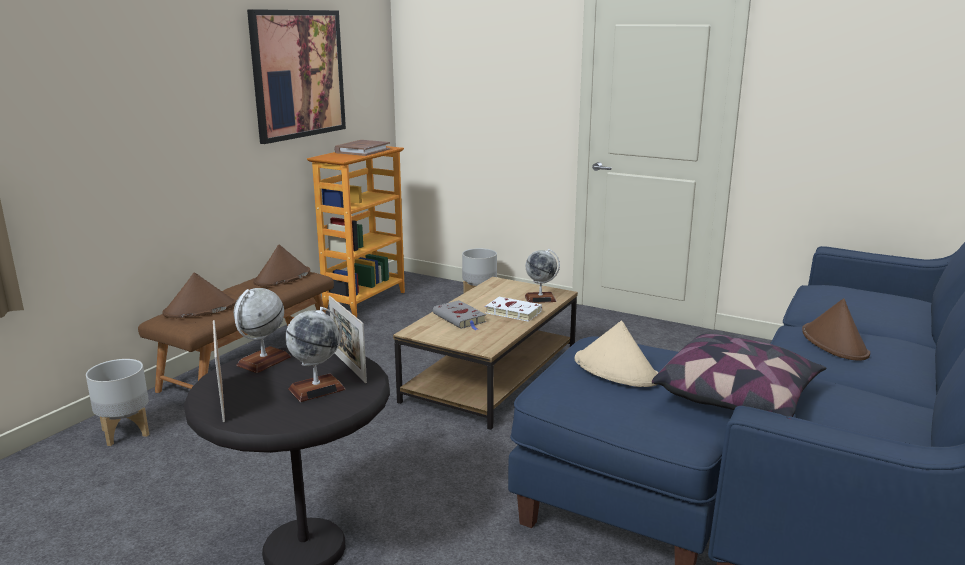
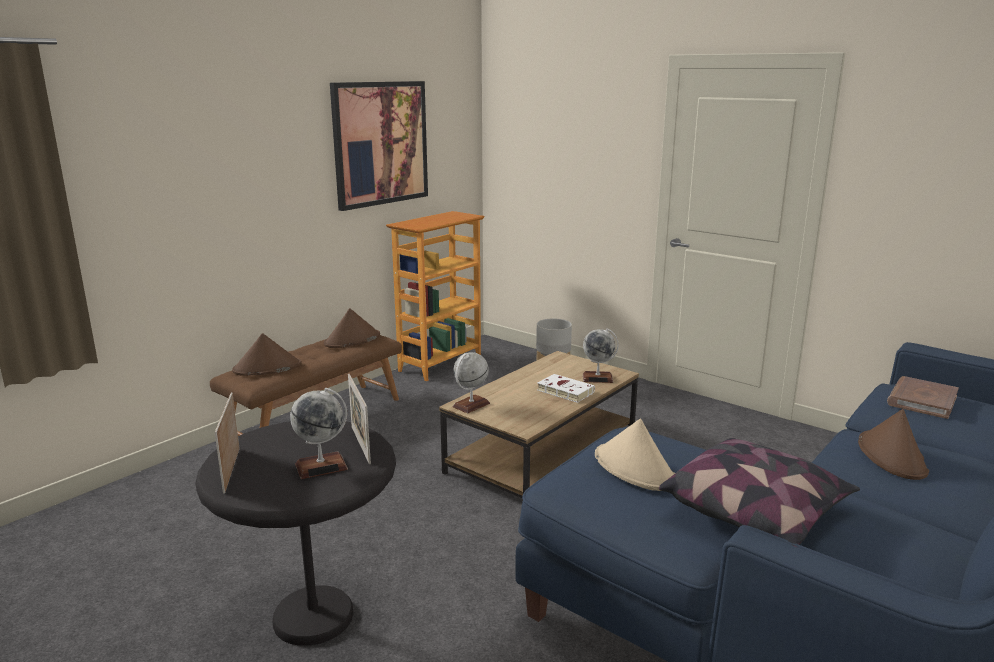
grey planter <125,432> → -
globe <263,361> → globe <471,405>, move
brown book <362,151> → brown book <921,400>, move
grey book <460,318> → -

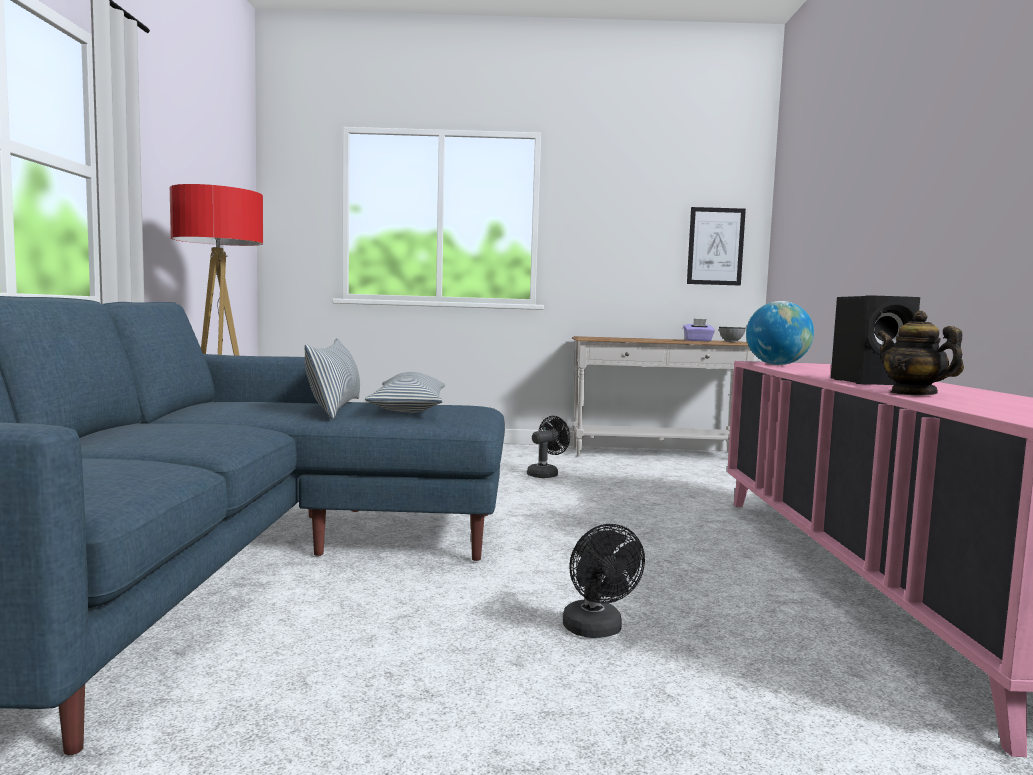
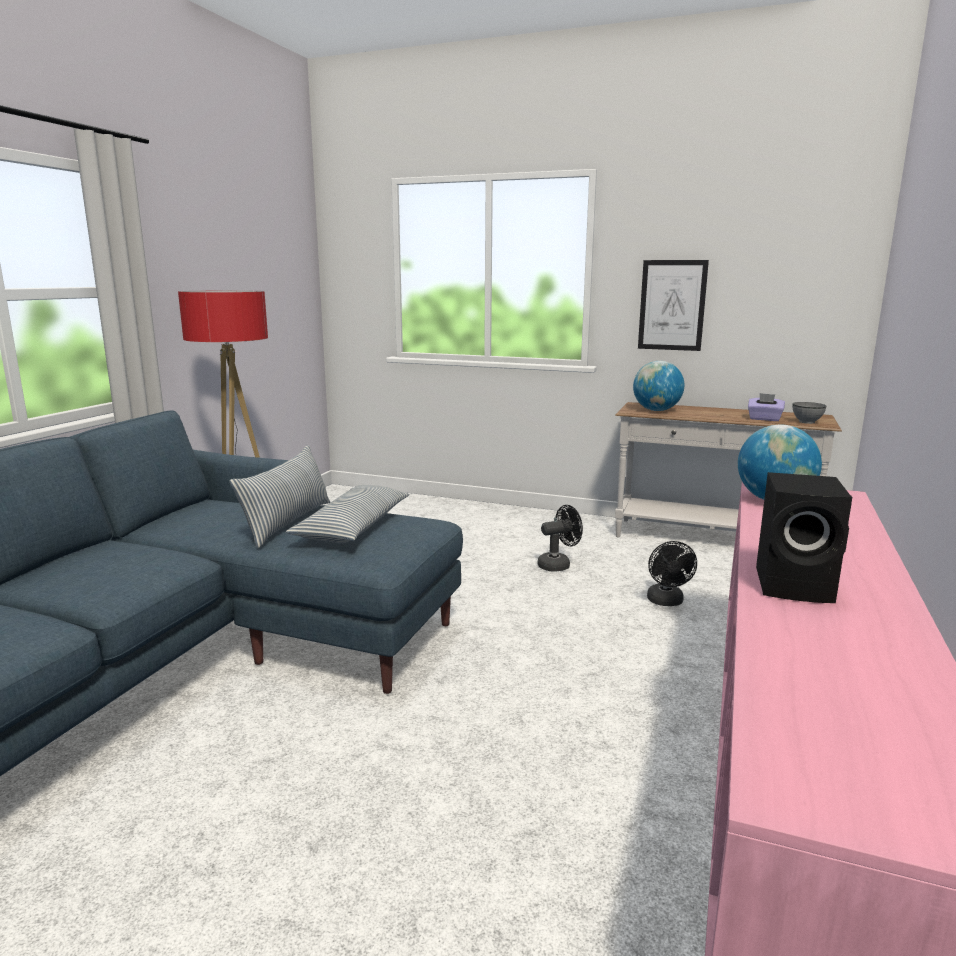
black fan <596,631> → black fan <666,602>, move
picture <715,246> → picture <672,305>, move
teapot <913,393> → -
- → globe <656,410>

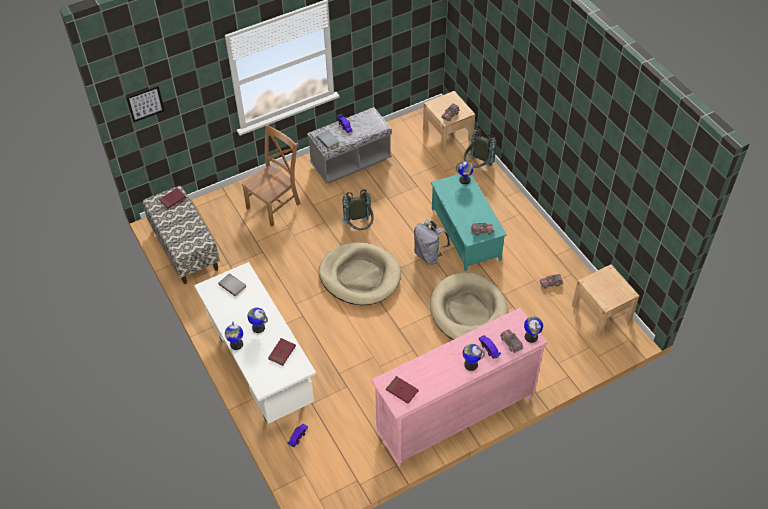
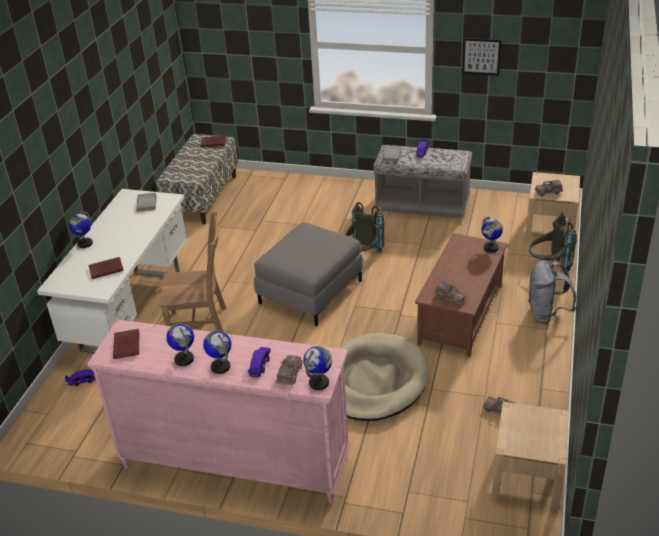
picture <145,103> → picture <481,56>, move
brown chair <275,204> → brown chair <201,325>, move
globe <258,327> → globe <184,359>, move
beige dog bed <360,276> → grey ottoman <310,292>
grey backpack <429,255> → grey backpack <547,314>, move
turquoise coffee table <465,234> → brown coffee table <460,314>

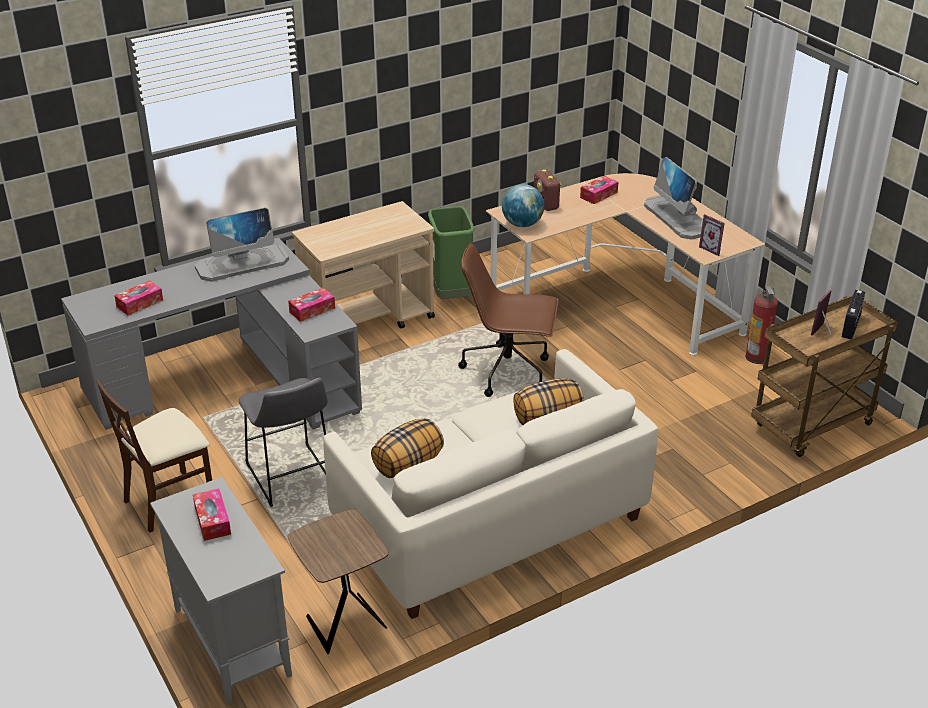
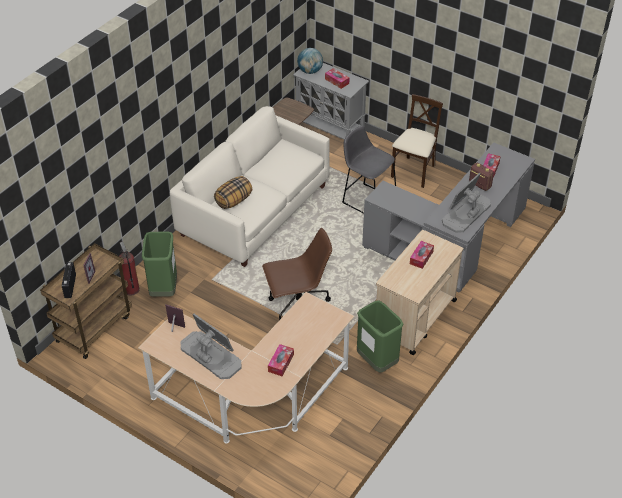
tissue box <312,310> → tissue box <421,257>, move
pillow <408,465> → -
globe <522,224> → globe <310,71>, move
radio <546,204> → radio <479,185>, move
fire extinguisher <757,357> → fire extinguisher <131,289>, move
- → green trash can <164,290>

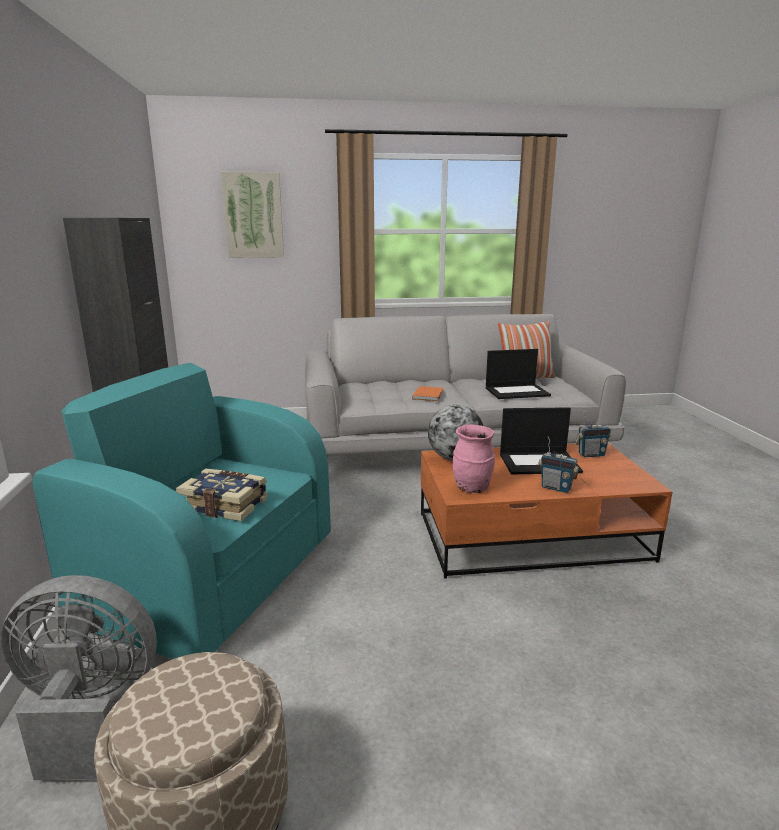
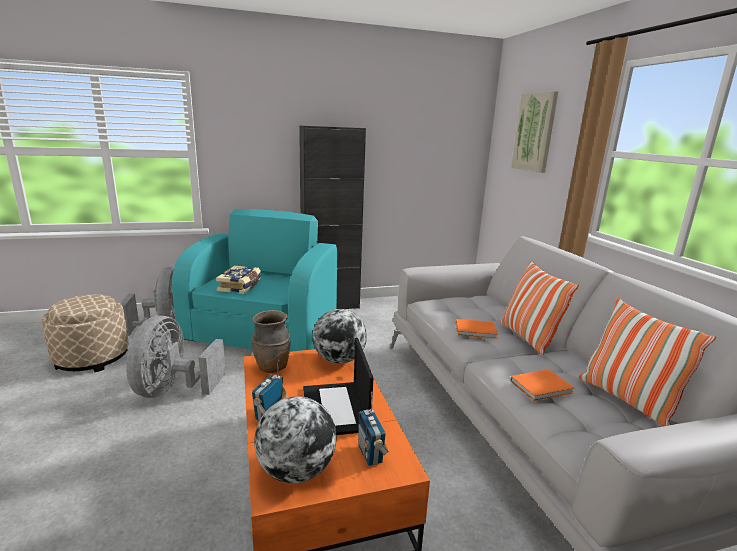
pink vase <472,488> → brown vase <272,367>
laptop <517,391> → orange book <543,387>
- → grey fan <173,390>
- → globe <296,471>
- → pillow <527,337>

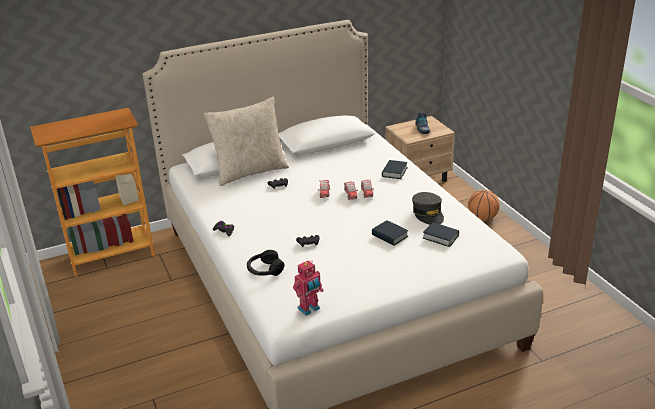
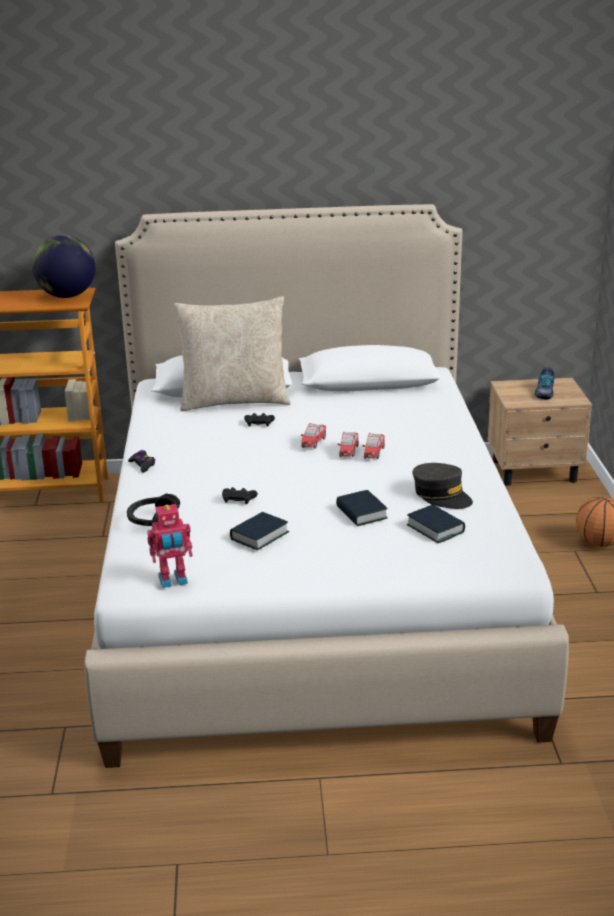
book <394,172> → book <259,536>, move
grey cap <428,214> → grey cap <441,495>, 45 degrees counterclockwise
- → globe <67,296>

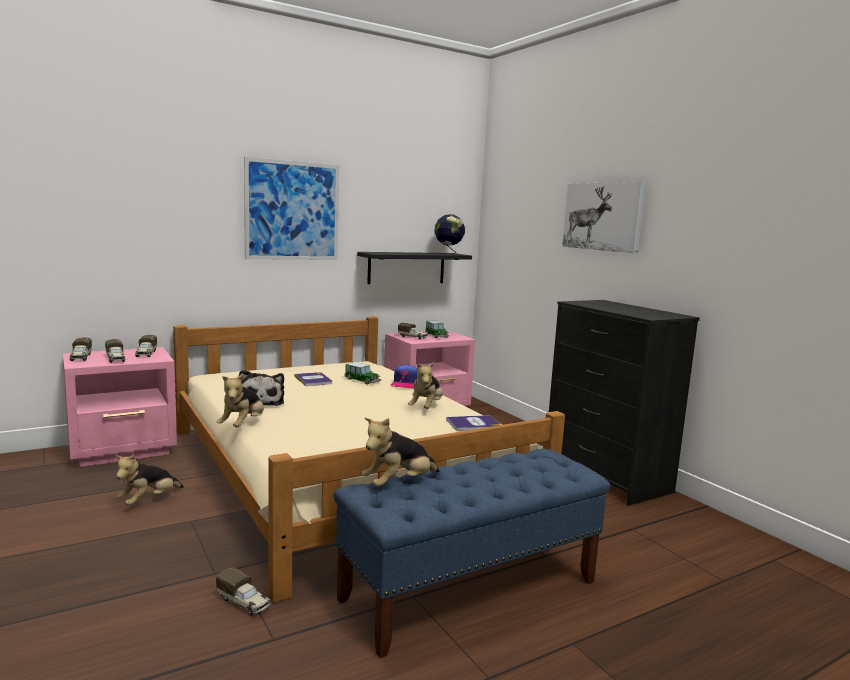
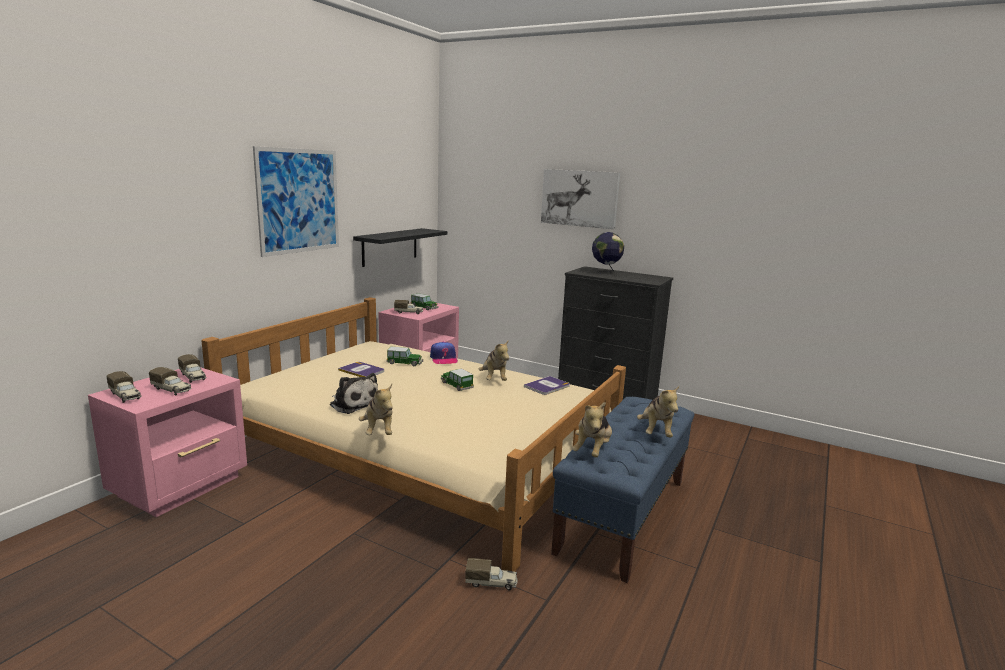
plush toy <149,500> → plush toy <655,432>, move
globe <448,254> → globe <605,272>, move
- → toy car <456,385>

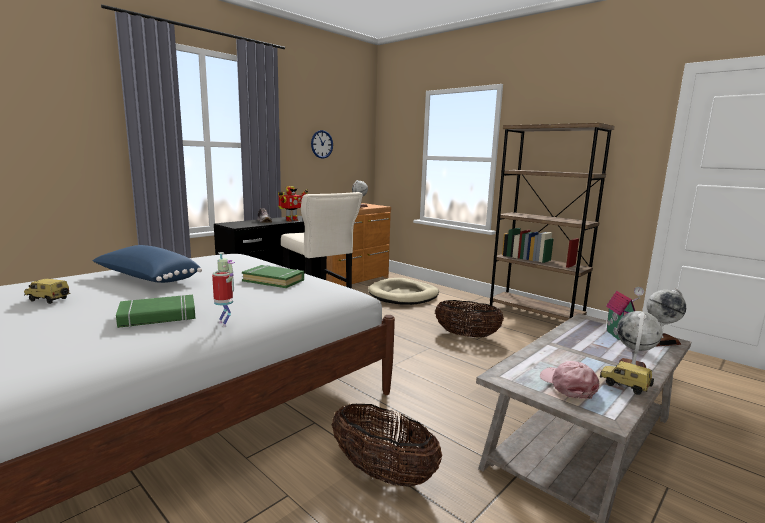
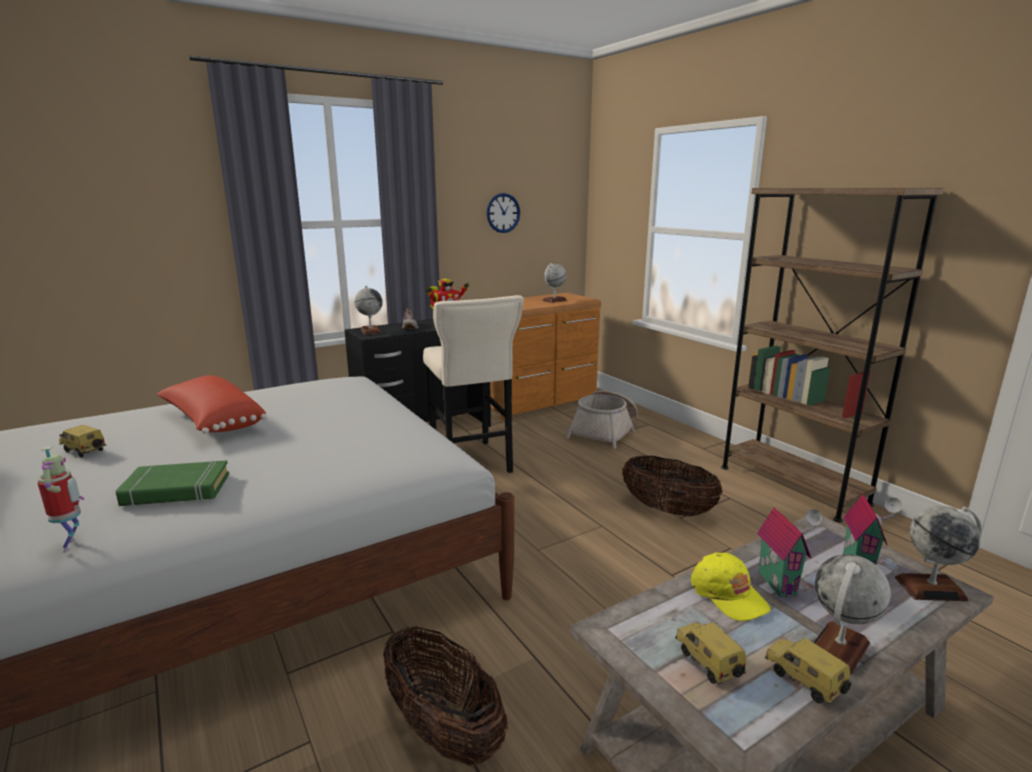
blue pillow <147,279> → red pillow <212,421>
toy robot <225,324> → toy robot <73,545>, move
green book <274,280> → -
beige dog bed <403,295> → basket <604,431>
pink cap <568,385> → toy car <706,663>
- → globe <370,331>
- → yellow cap <728,594>
- → toy house <780,583>

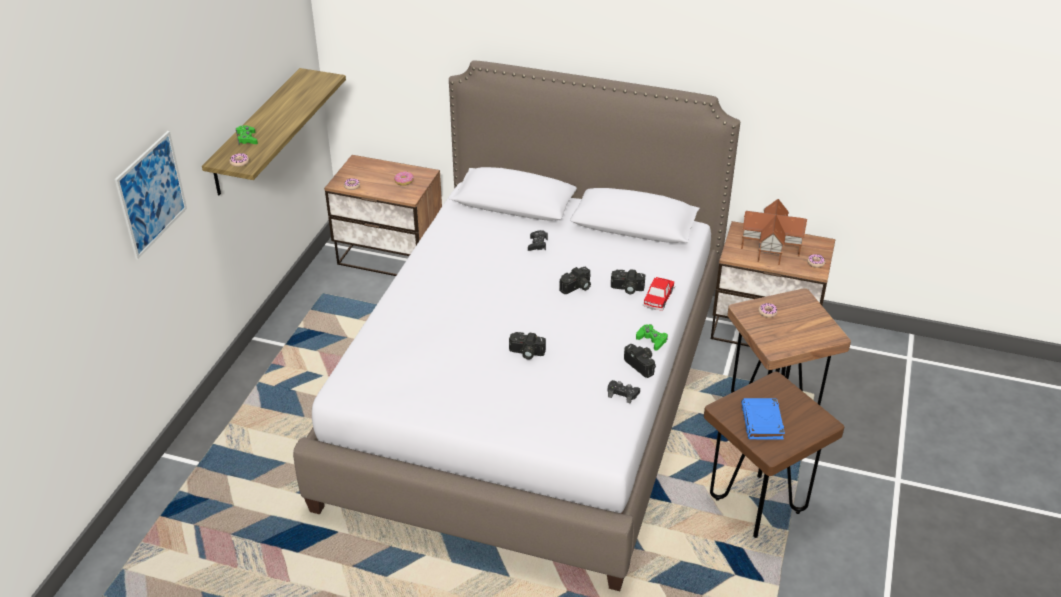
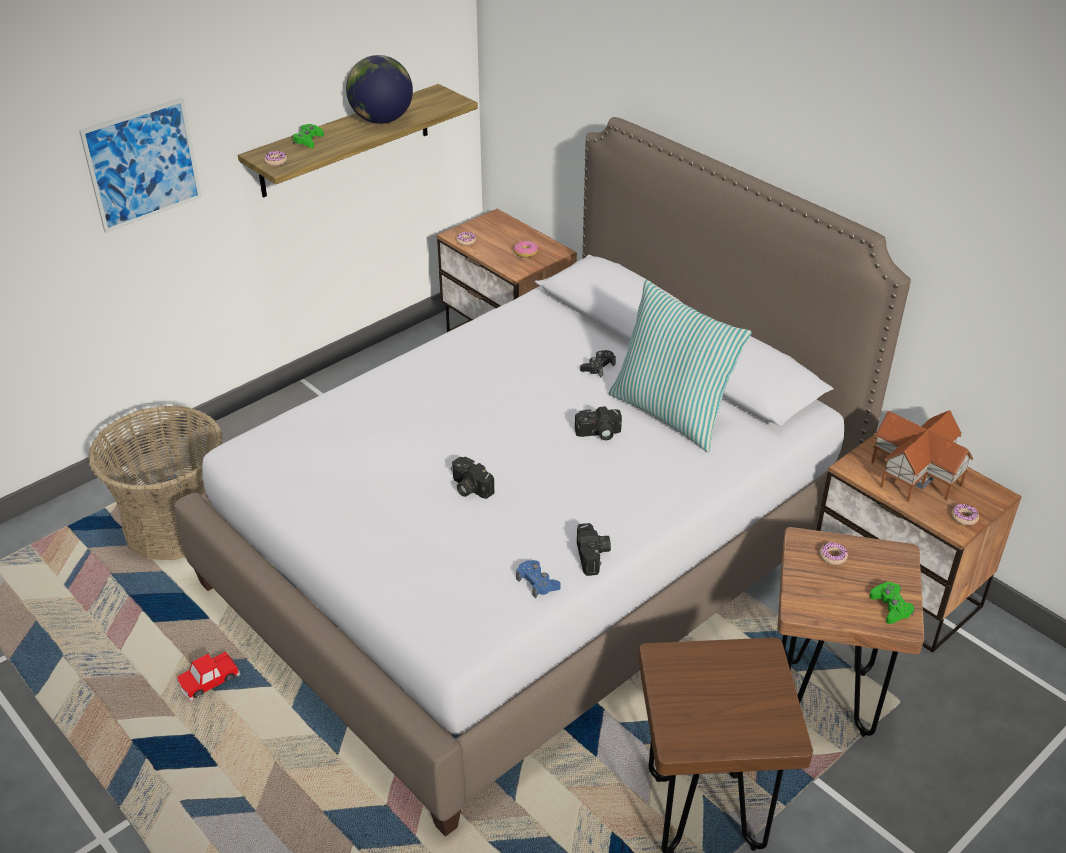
black game controller <623,394> → blue game controller <537,583>
photo camera <627,289> → -
green game controller <652,340> → green game controller <891,607>, move
toy car <658,298> → toy car <209,681>, move
blue book <762,422> → -
- → basket <176,525>
- → globe <381,120>
- → pillow <672,413>

